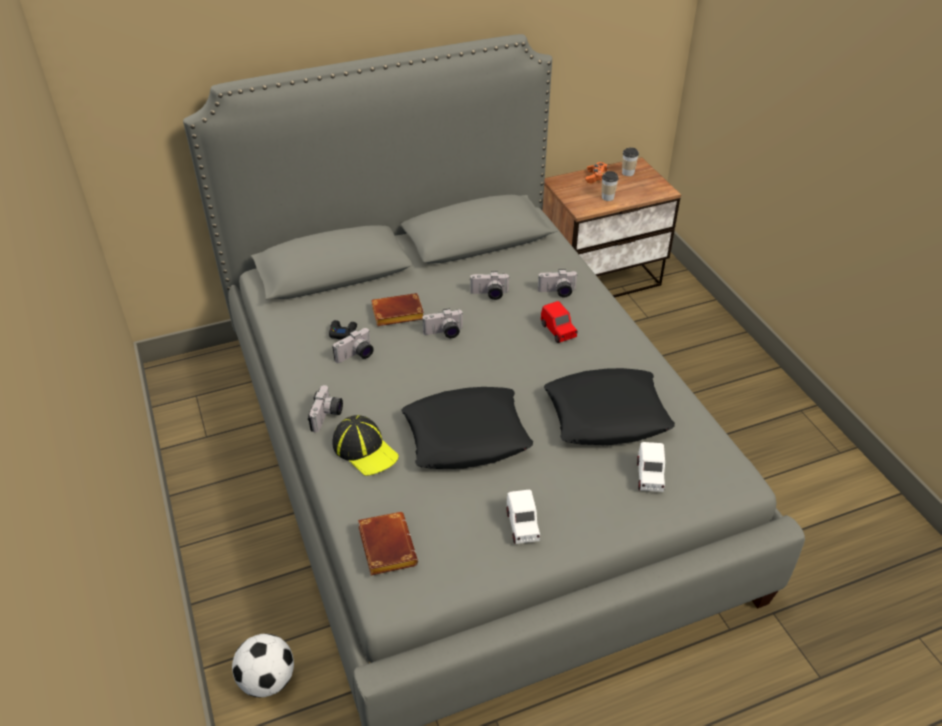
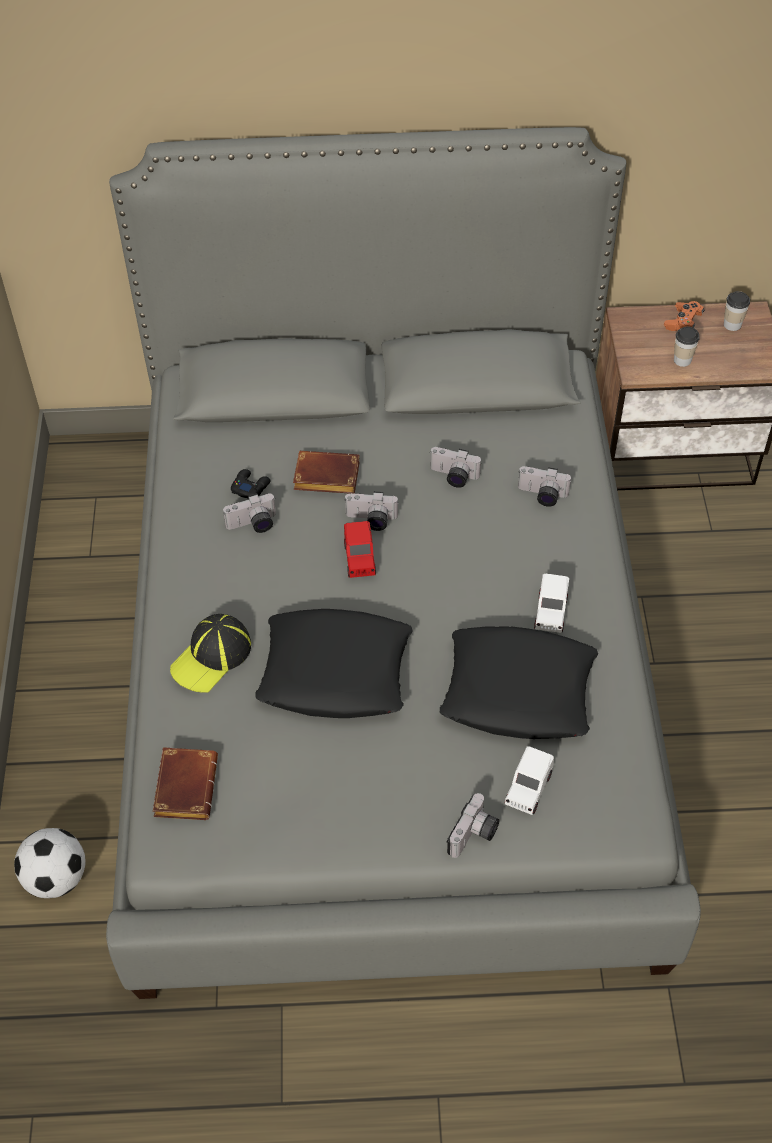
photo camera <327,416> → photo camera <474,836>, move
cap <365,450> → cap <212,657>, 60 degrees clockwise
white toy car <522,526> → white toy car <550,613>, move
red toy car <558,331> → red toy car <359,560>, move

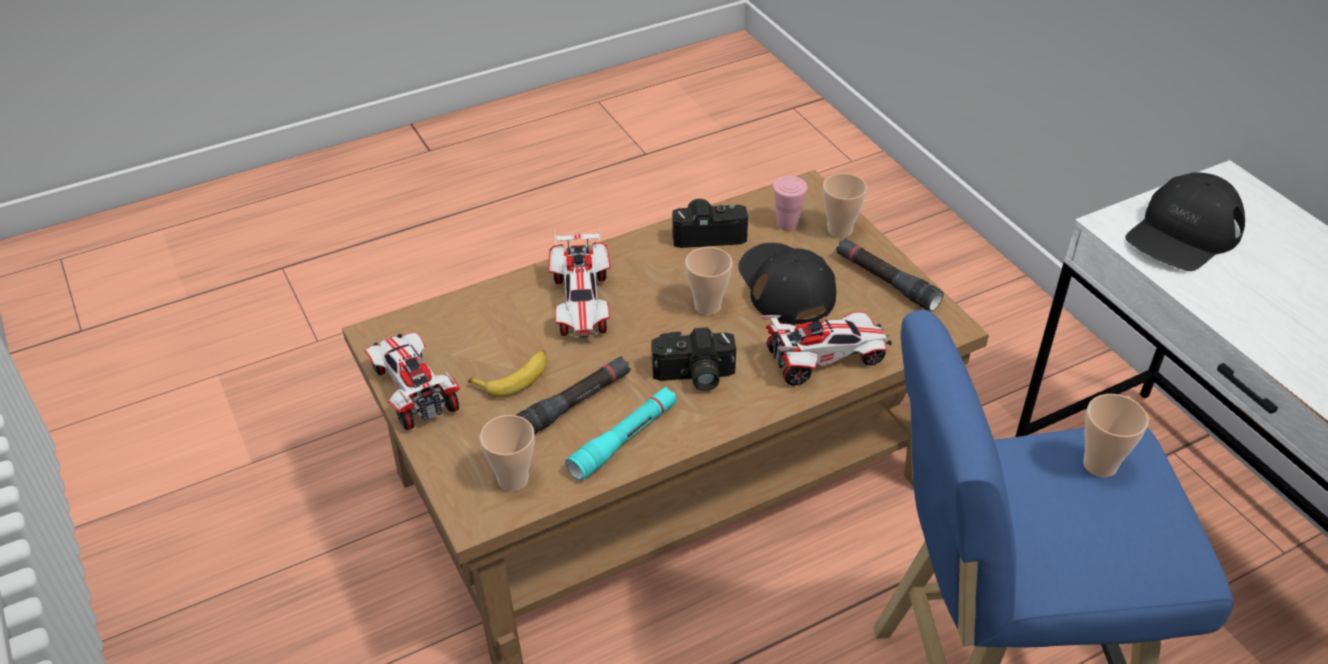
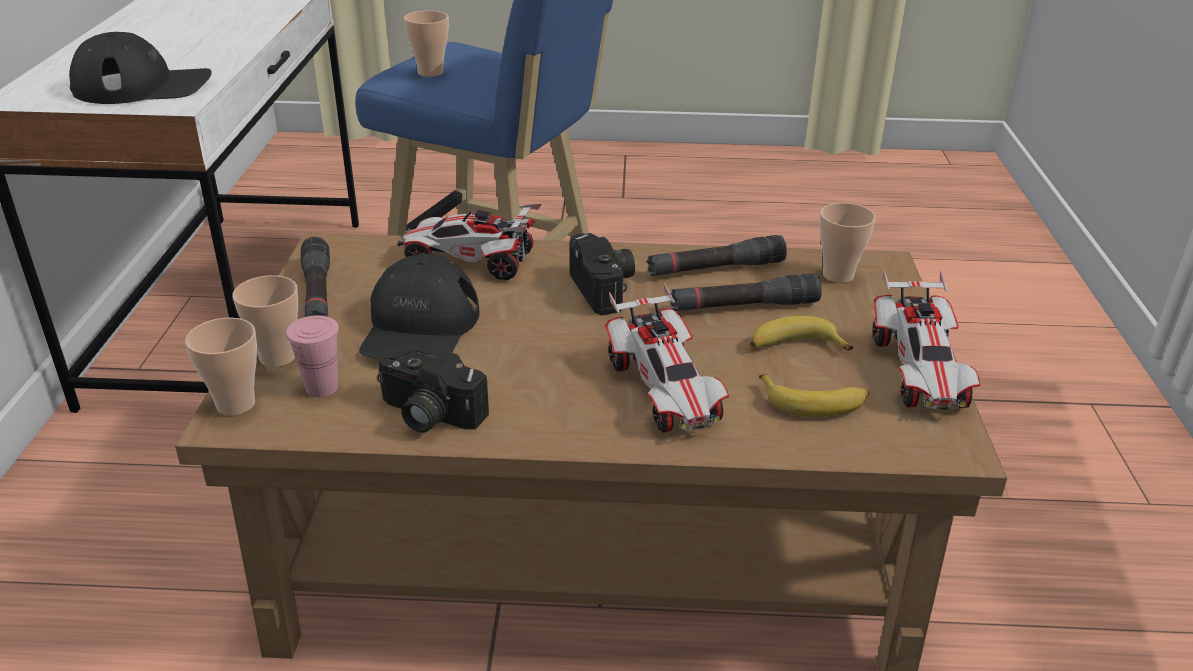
toy car <582,304> → toy car <665,391>, 135 degrees clockwise
turquoise flashlight <624,440> → black flashlight <715,269>
photo camera <694,376> → photo camera <606,289>, 45 degrees clockwise
cup <707,306> → cup <235,404>, move
- → banana <814,402>

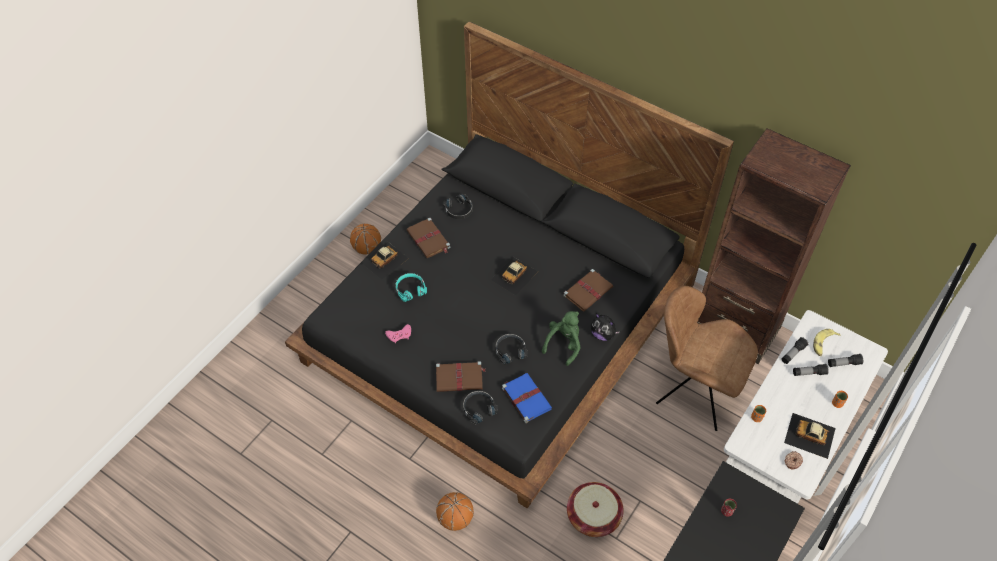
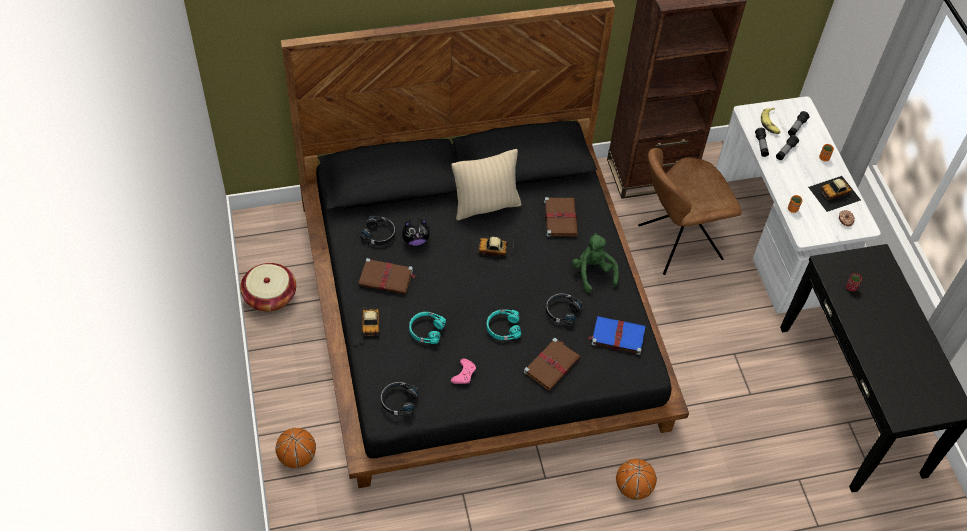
basketball <367,248> → basketball <297,457>, move
black headphones <478,408> → black headphones <398,401>, move
toy car <514,275> → toy car <492,250>, 105 degrees clockwise
basket <593,516> → basket <270,296>, move
plush toy <603,334> → plush toy <415,240>, move
- → beige pillow <486,205>
- → turquoise headphones <503,328>

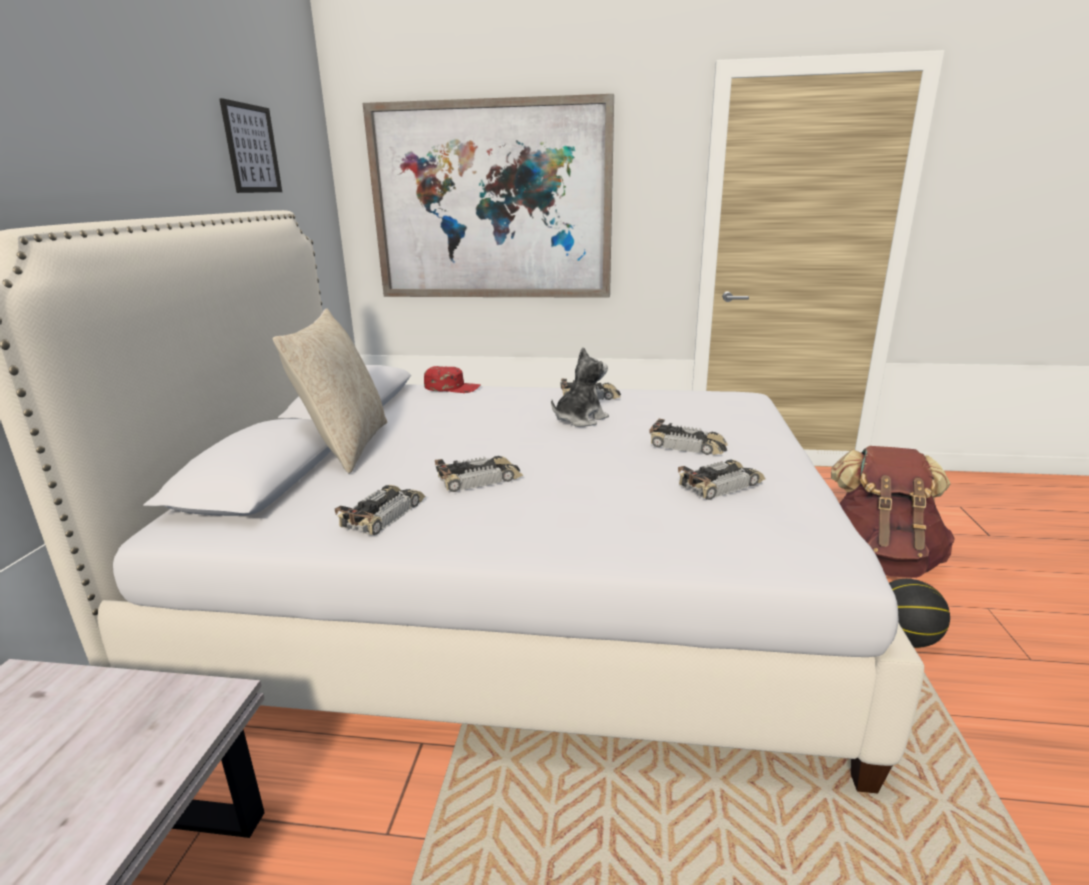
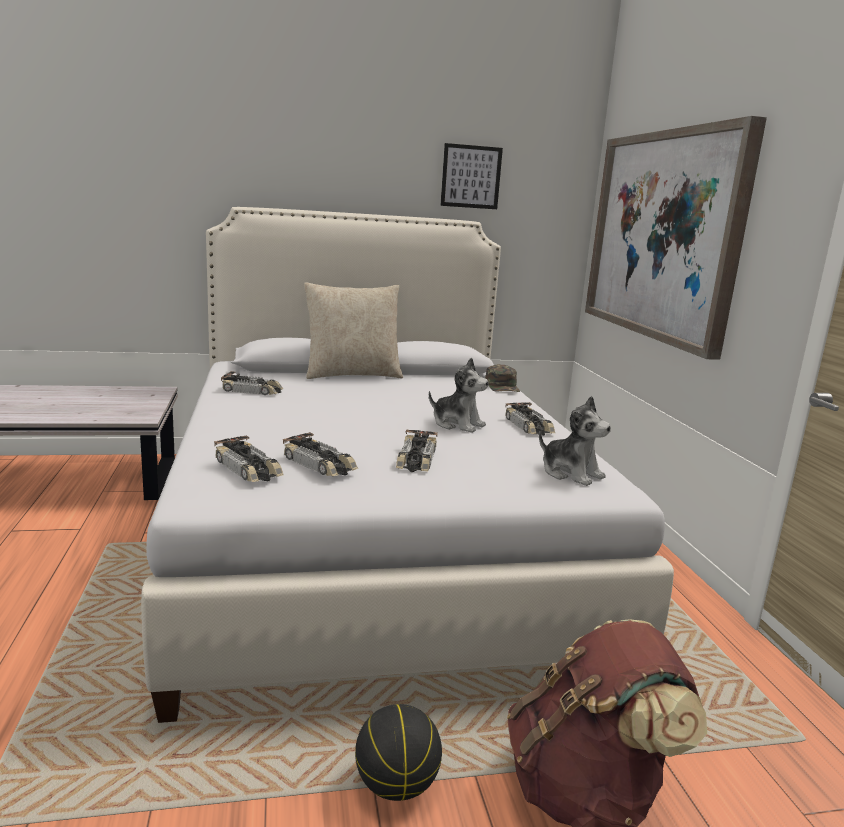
red cap <452,387> → green cap <502,386>
toy car <480,479> → toy car <248,469>, move
- → plush toy <571,473>

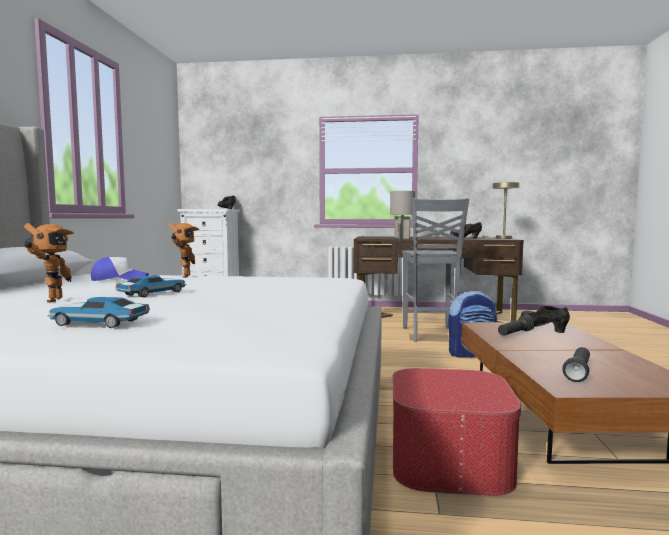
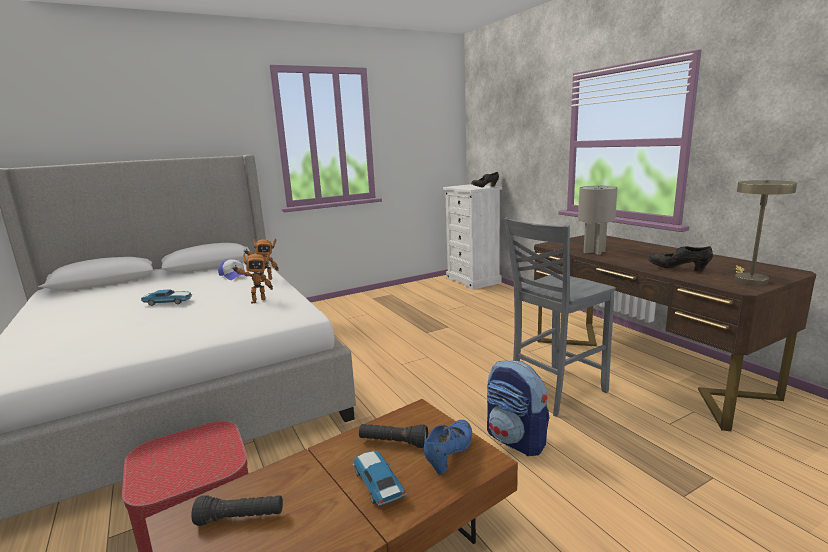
toy robot <50,300> → toy robot <257,301>, move
toy car <98,323> → toy car <377,483>, move
black shoe <543,328> → blue shoe <449,455>

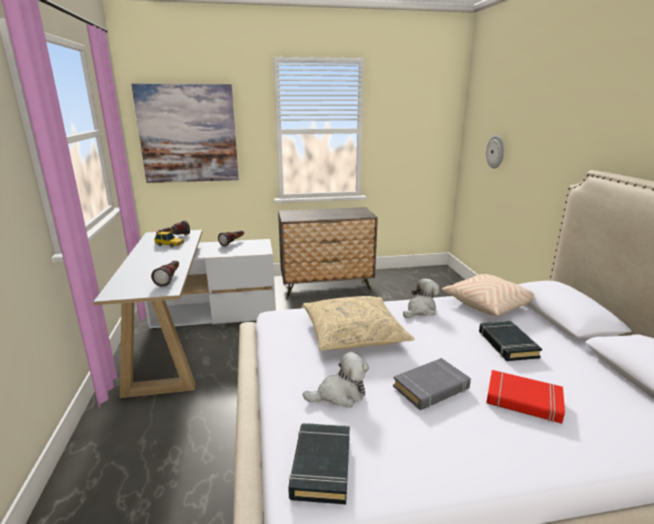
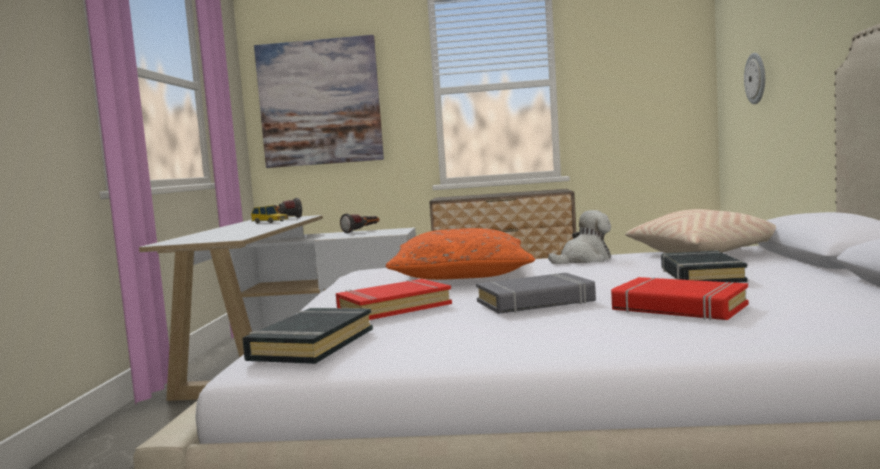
flashlight <170,279> → -
beige pillow <353,333> → orange pillow <461,274>
plush toy <340,394> → red book <393,307>

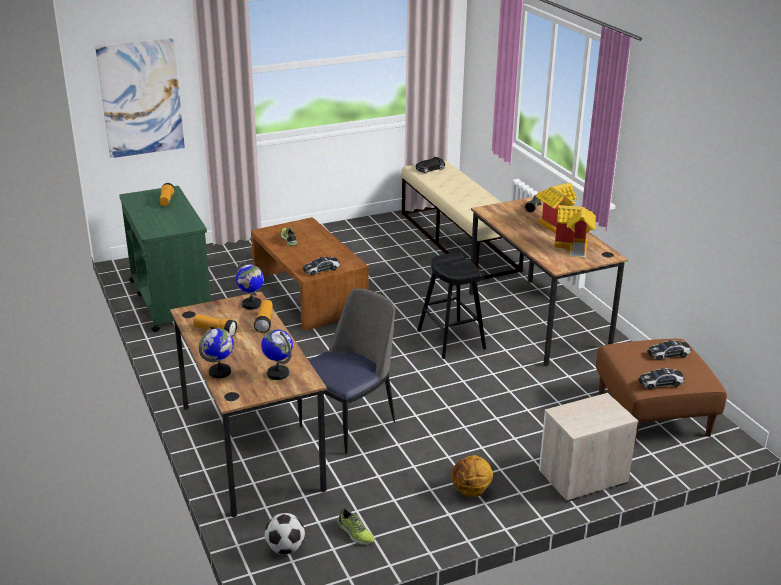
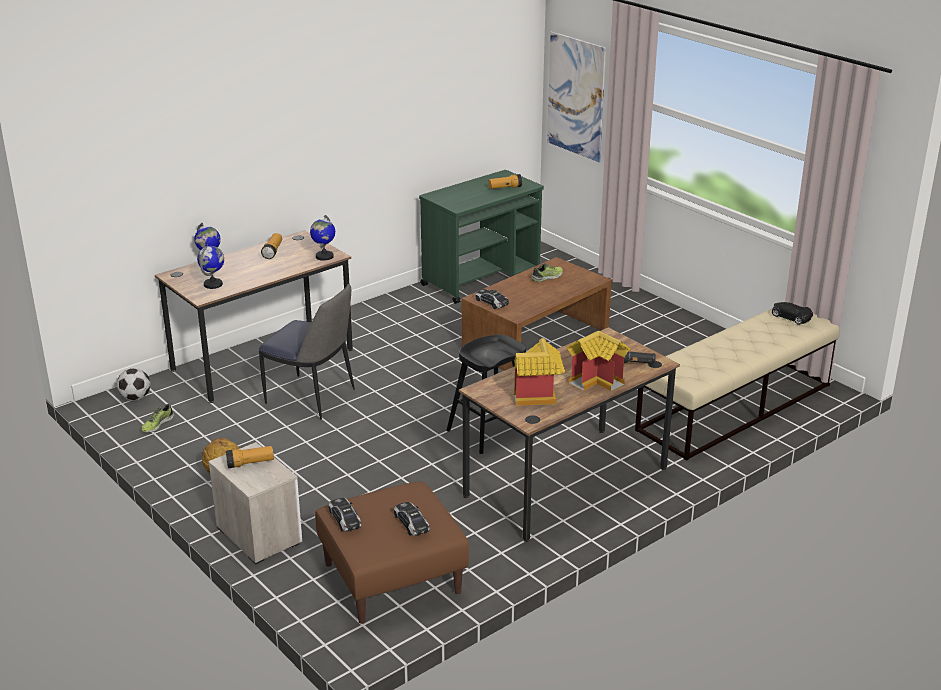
flashlight <264,322> → flashlight <250,463>, move

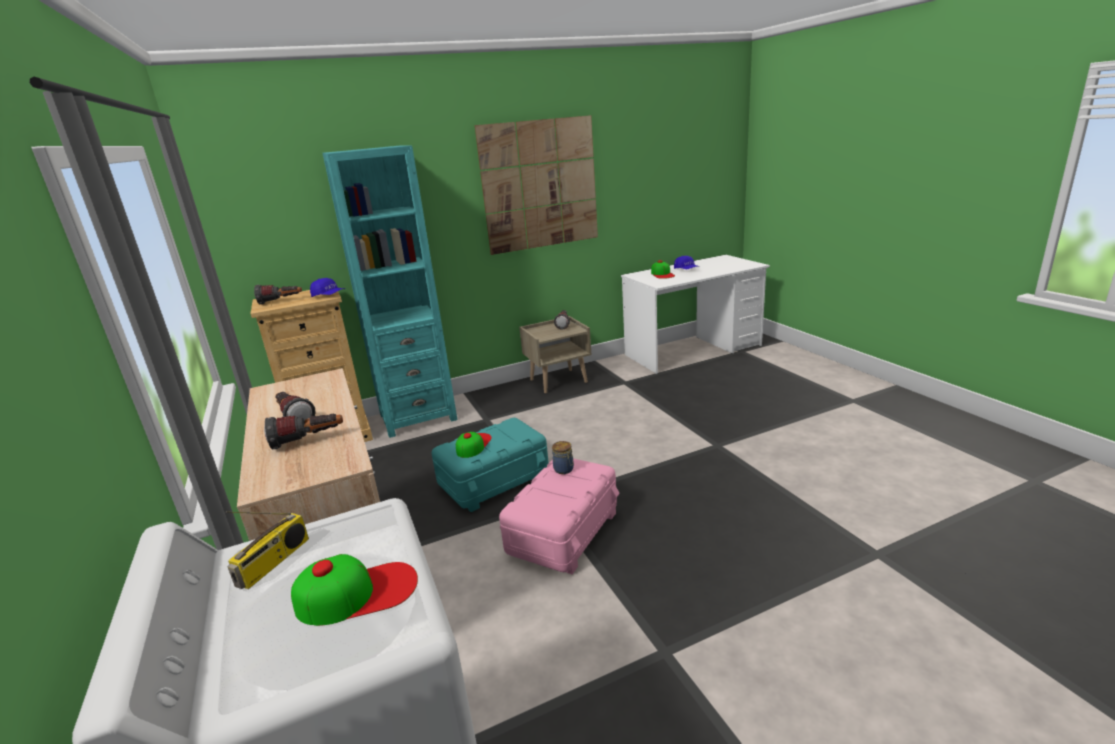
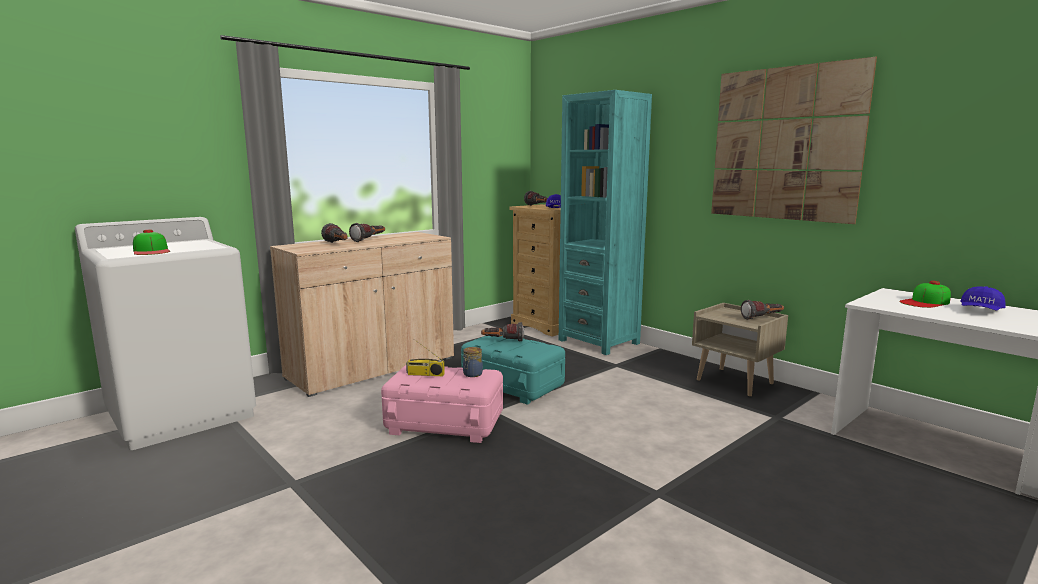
radio <274,563> → radio <425,374>, move
cap <473,445> → flashlight <502,341>

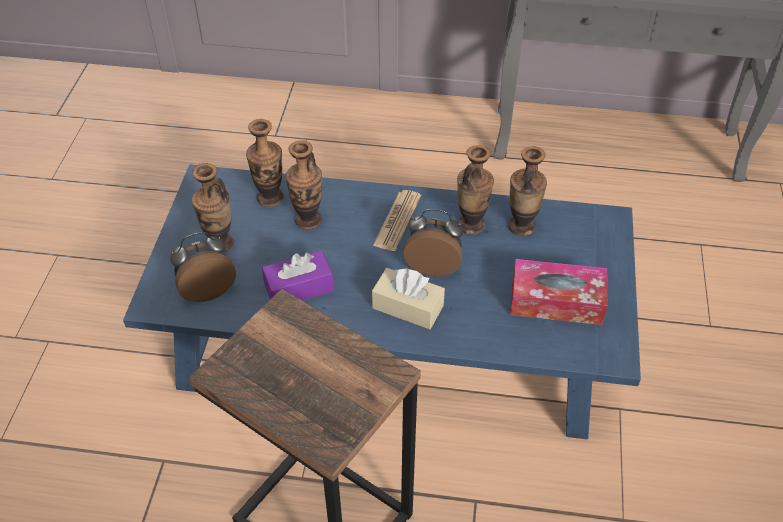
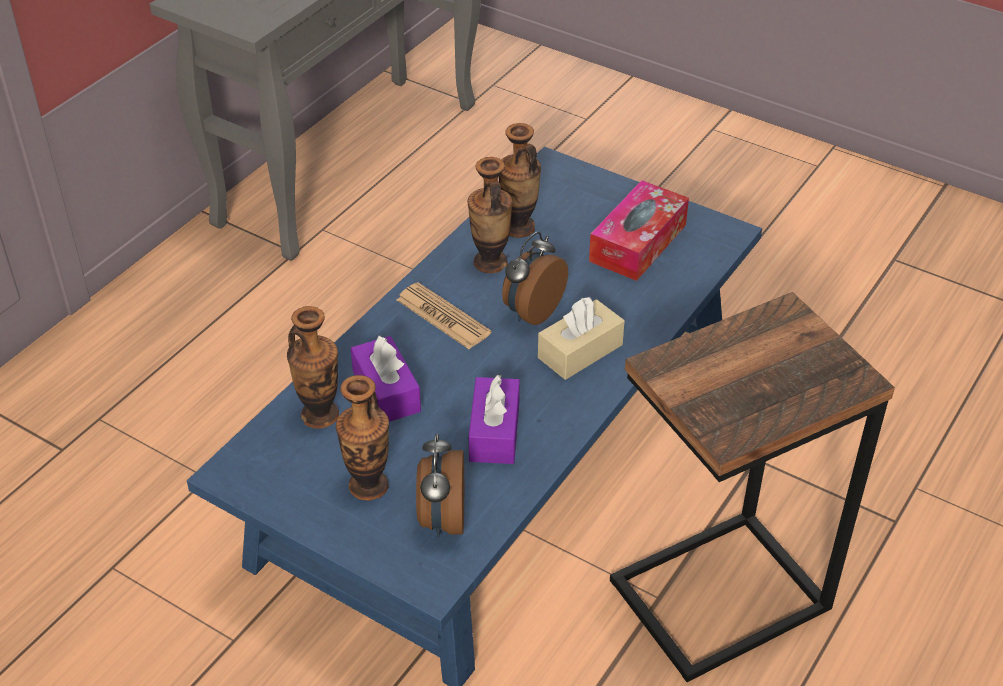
vase <308,220> → purple tissue box <386,392>

